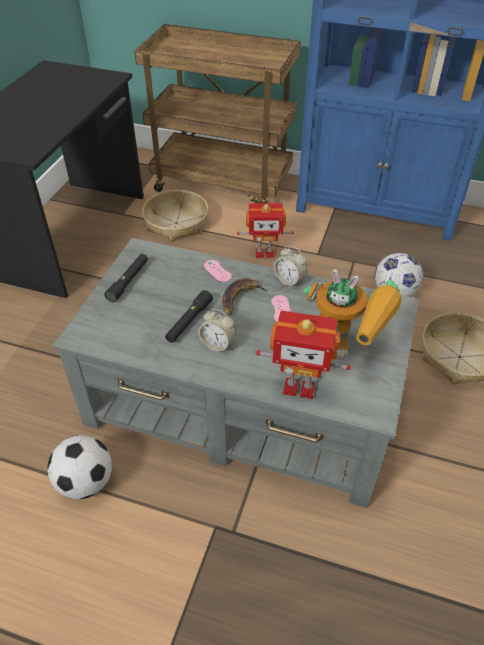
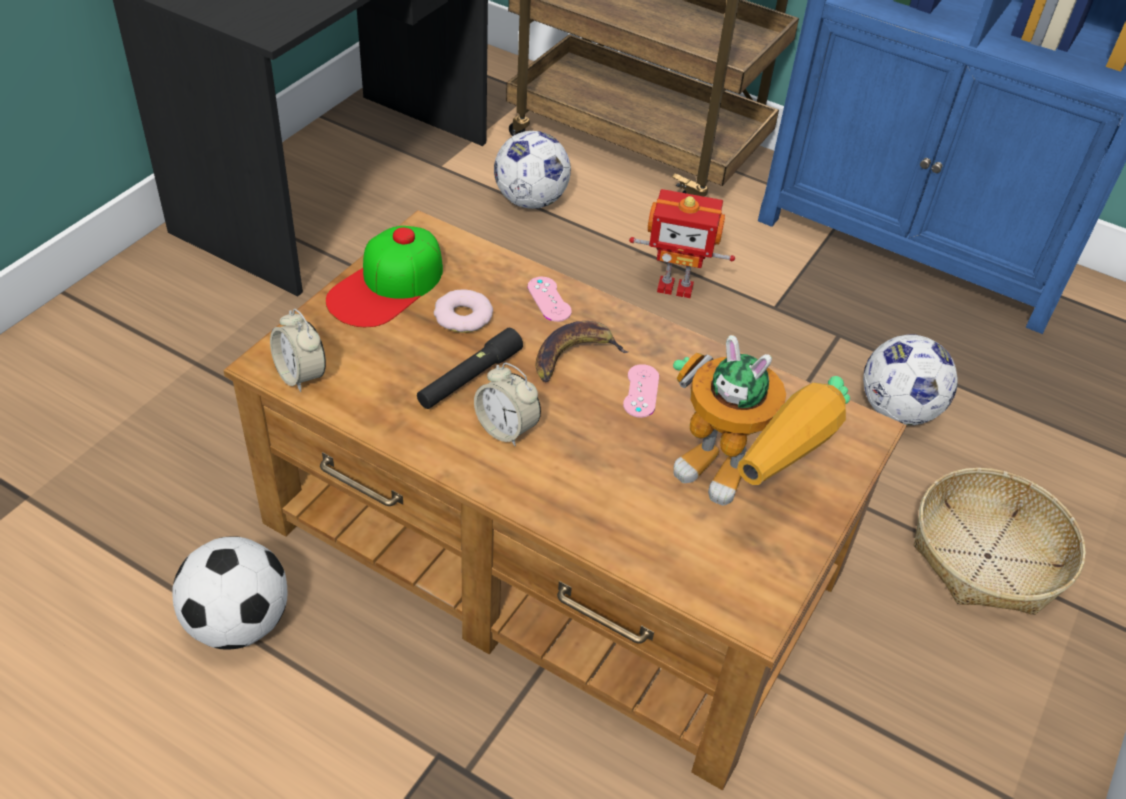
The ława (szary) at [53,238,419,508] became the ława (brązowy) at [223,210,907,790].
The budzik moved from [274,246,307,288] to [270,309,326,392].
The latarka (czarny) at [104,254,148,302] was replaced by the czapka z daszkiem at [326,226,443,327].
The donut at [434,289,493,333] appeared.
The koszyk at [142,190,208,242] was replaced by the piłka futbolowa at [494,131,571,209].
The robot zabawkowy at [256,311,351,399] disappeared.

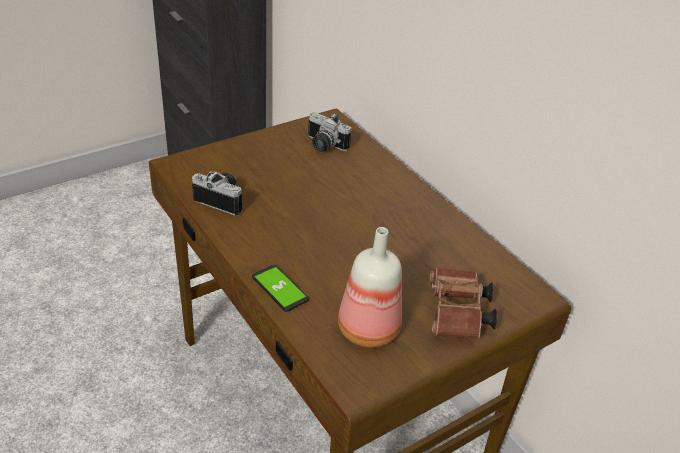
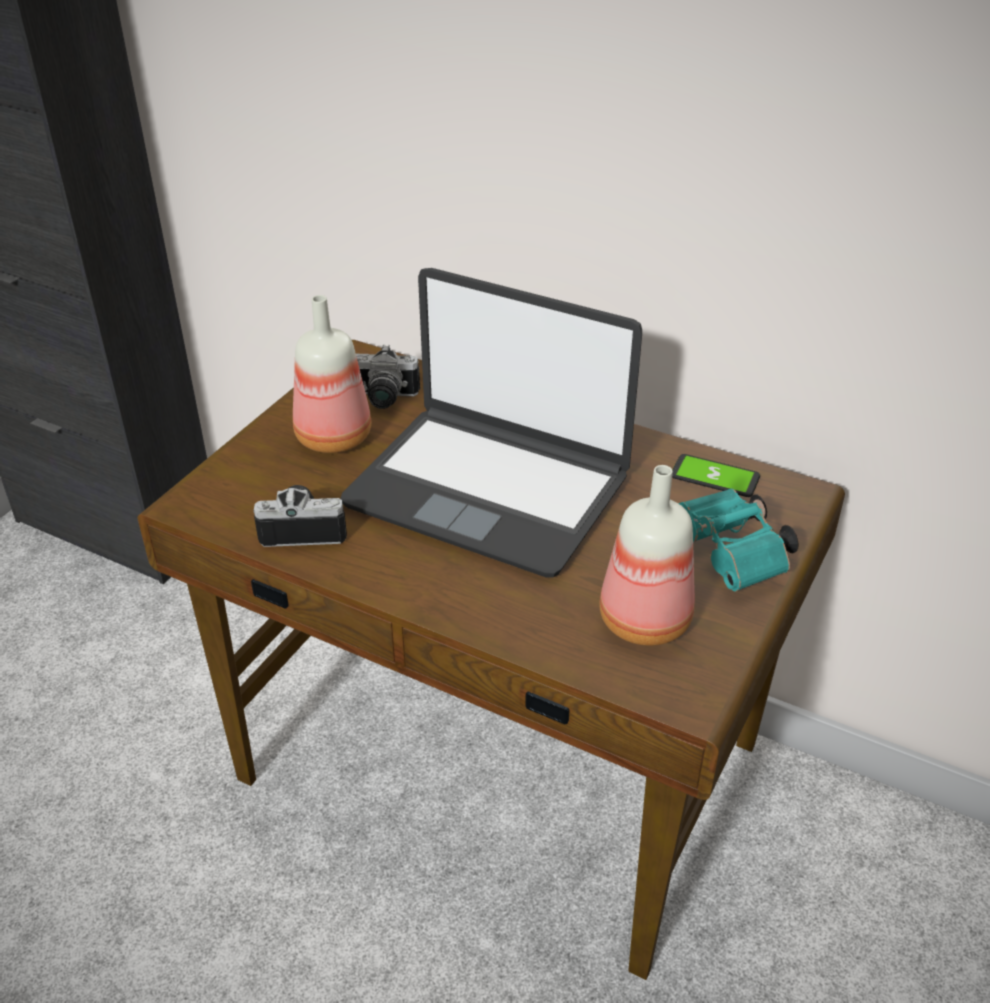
The butelka at [293,295,371,453] appeared.
The laptop at [340,268,642,577] appeared.
The telefon moved from [252,265,309,312] to [672,454,760,497].
The lornetka (brązowy) at [430,267,497,339] became the lornetka (turkusowy) at [678,489,799,592].

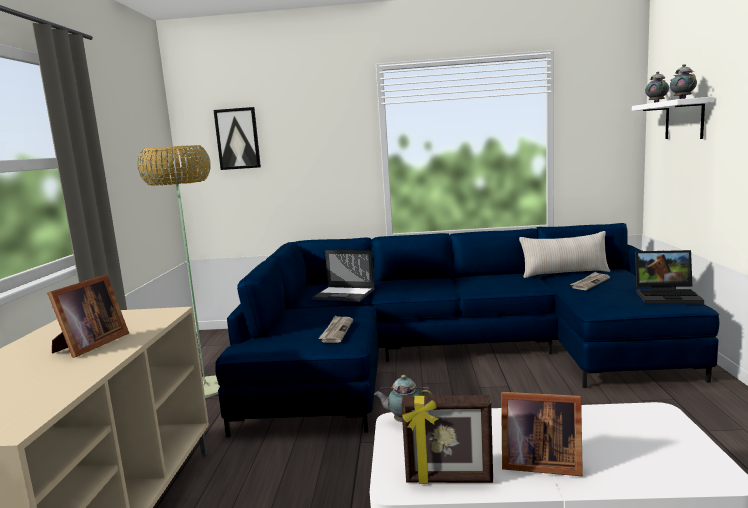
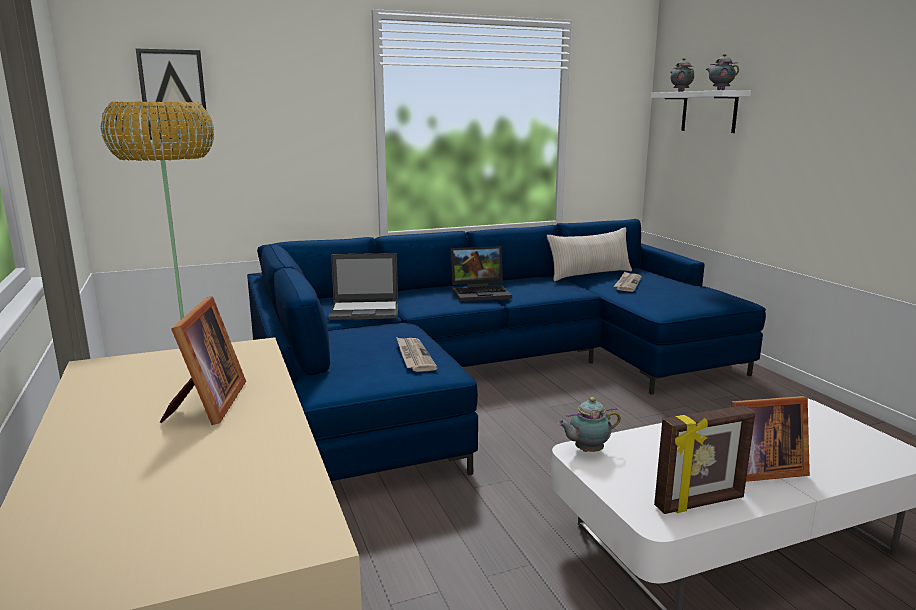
The laptop moved from [635,250,704,304] to [450,246,512,302].

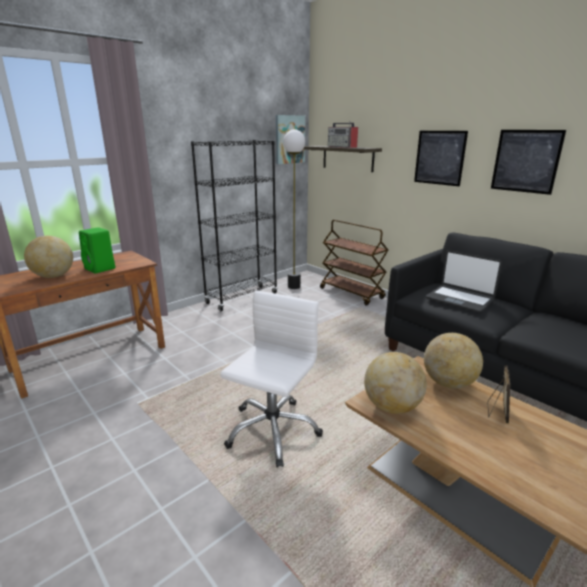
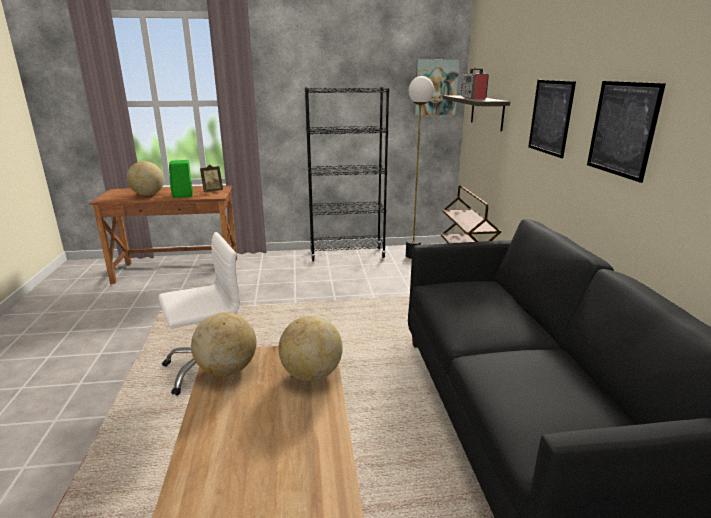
The ramka na zdjęcie moved from [487,365,510,423] to [200,164,223,193].
The laptop at [426,250,502,312] disappeared.

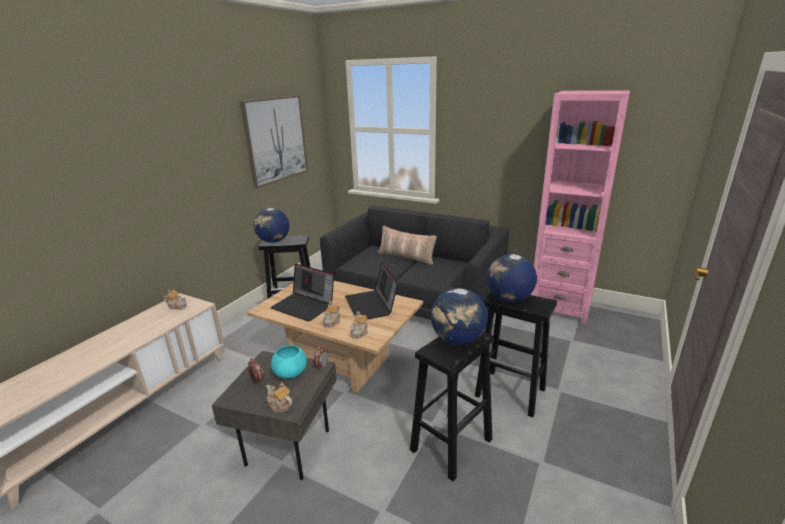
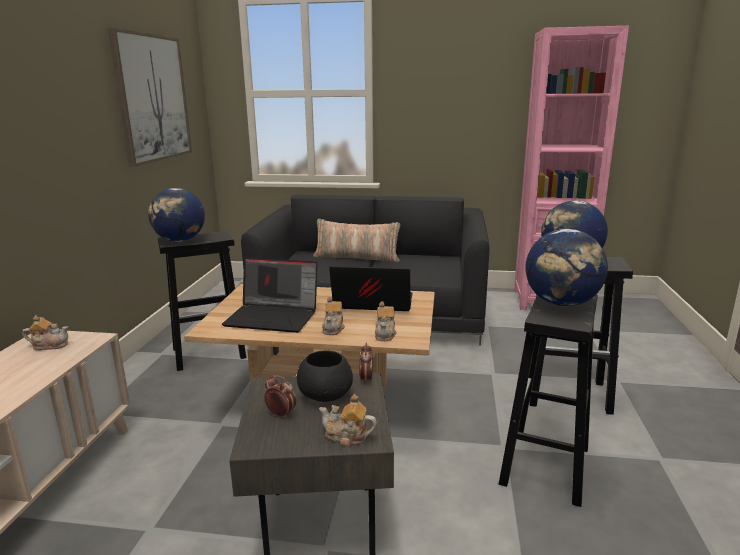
The miska (turkusowy) at [271,345,307,379] became the miska (czarny) at [297,351,353,402].
The laptop at [345,262,398,320] turned 135 degrees clockwise.

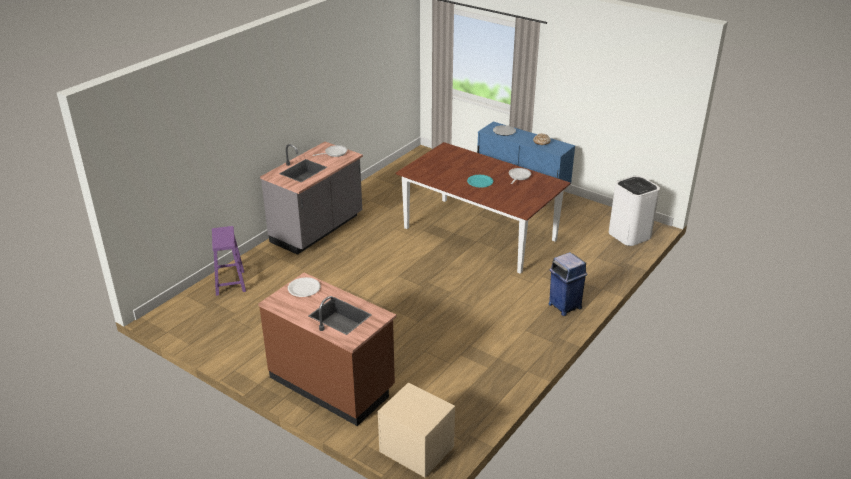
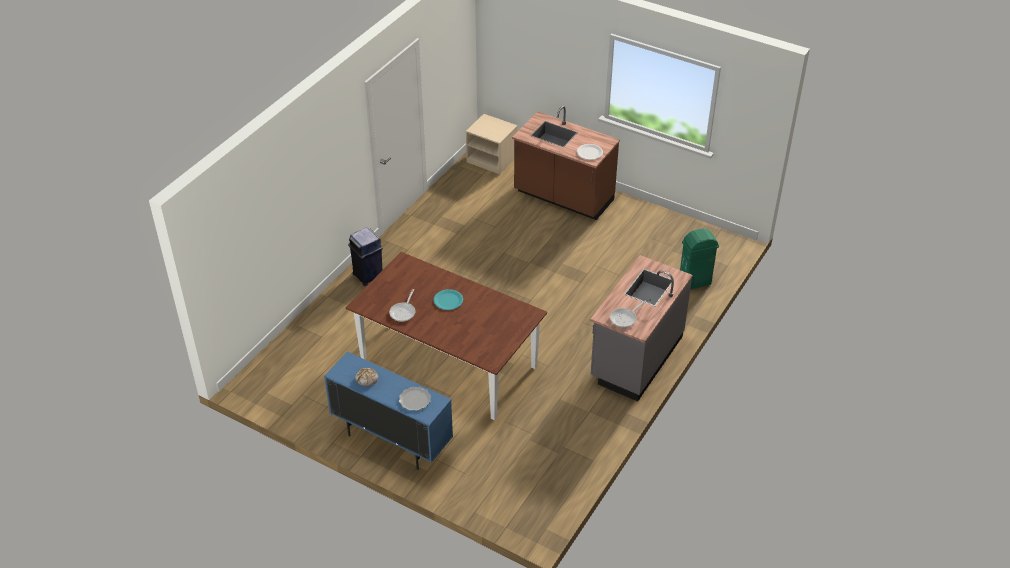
The stołek (fioletowy) at [212,226,246,296] was replaced by the kosz na śmieci (zielony) at [680,228,719,289].
The kosz na śmieci (biały) at [609,176,660,246] disappeared.

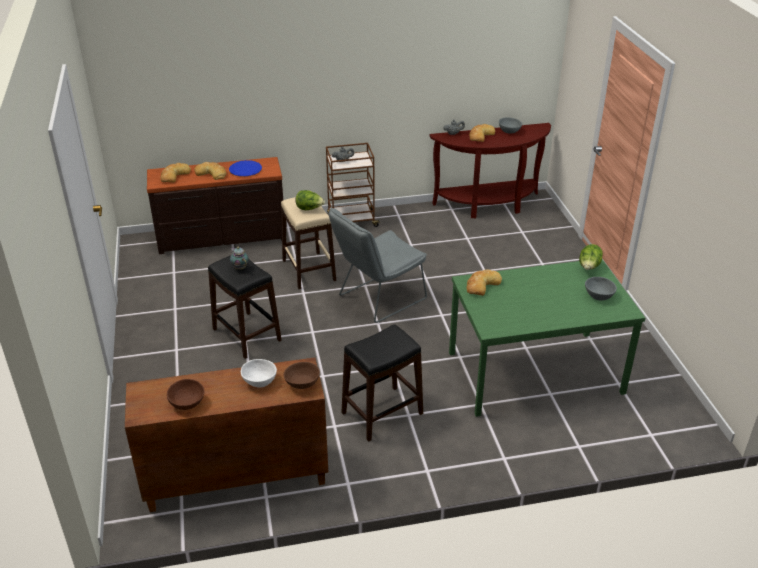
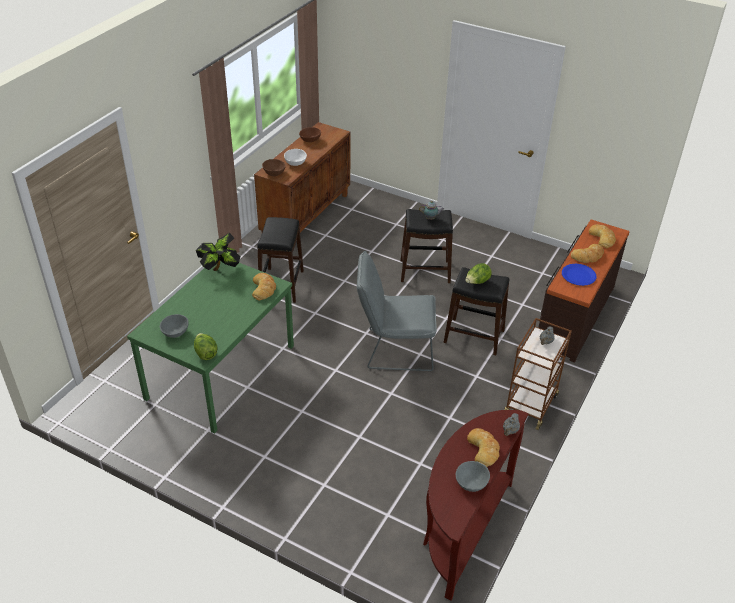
The roślina doniczkowa at [196,233,240,271] appeared.
The krzesło (szary) at [329,207,427,323] turned 90 degrees counterclockwise.
The stołek (beżowy) at [281,197,336,289] became the stołek (czarny) at [444,267,510,356].

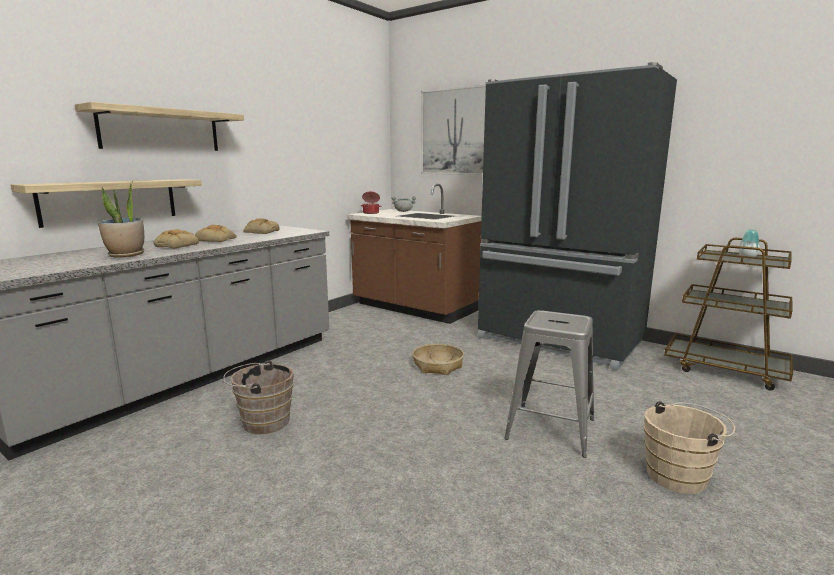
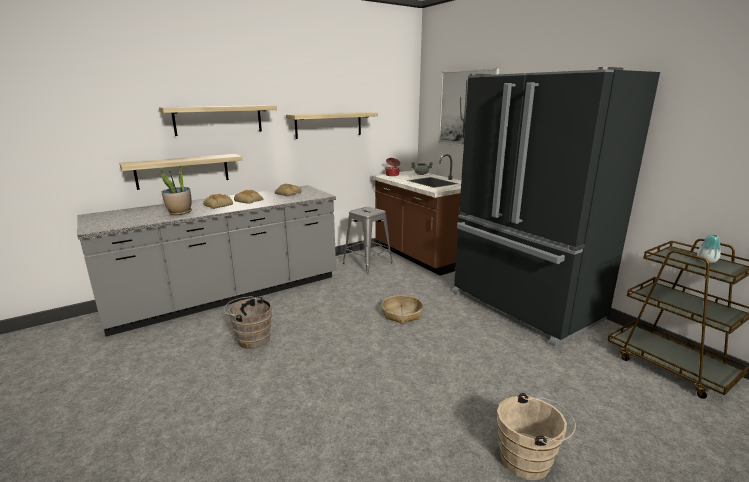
The półka at [286,112,378,139] appeared.
The stołek (szary) moved from [504,310,594,458] to [343,207,393,274].

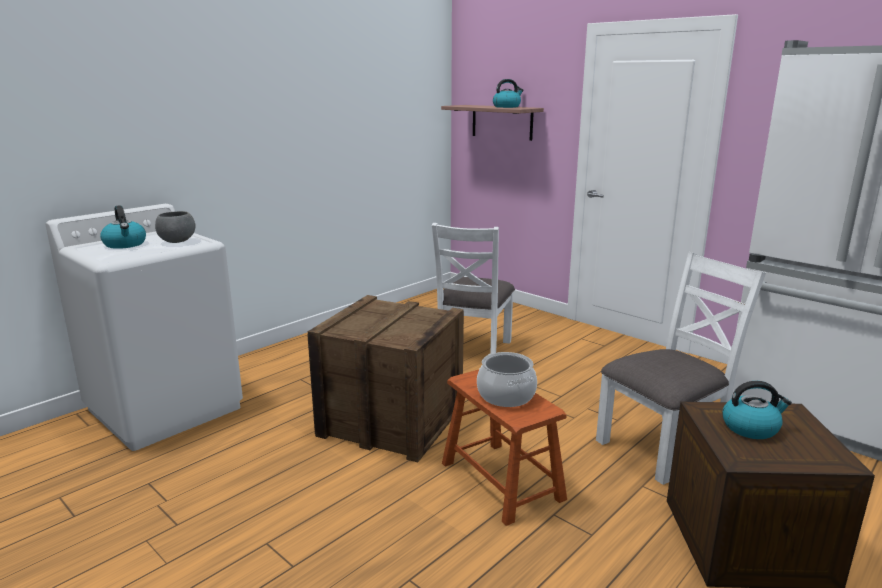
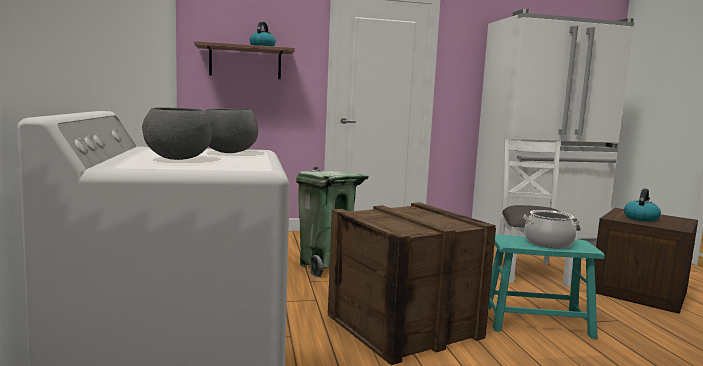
The czajnik at [100,205,146,249] was replaced by the miska (szary) at [142,107,212,160].
The krzesło (biały) at [432,223,515,353] was replaced by the kosz na śmieci (zielony) at [296,166,369,278].
The stołek (brązowy) at [442,370,567,526] became the stołek (turkusowy) at [489,234,605,339].

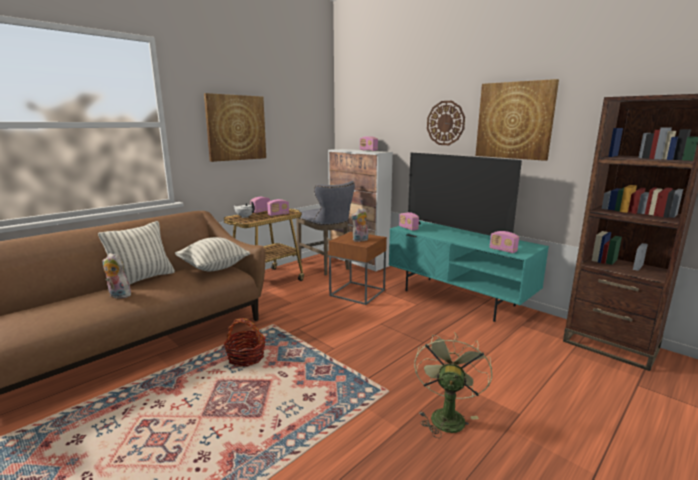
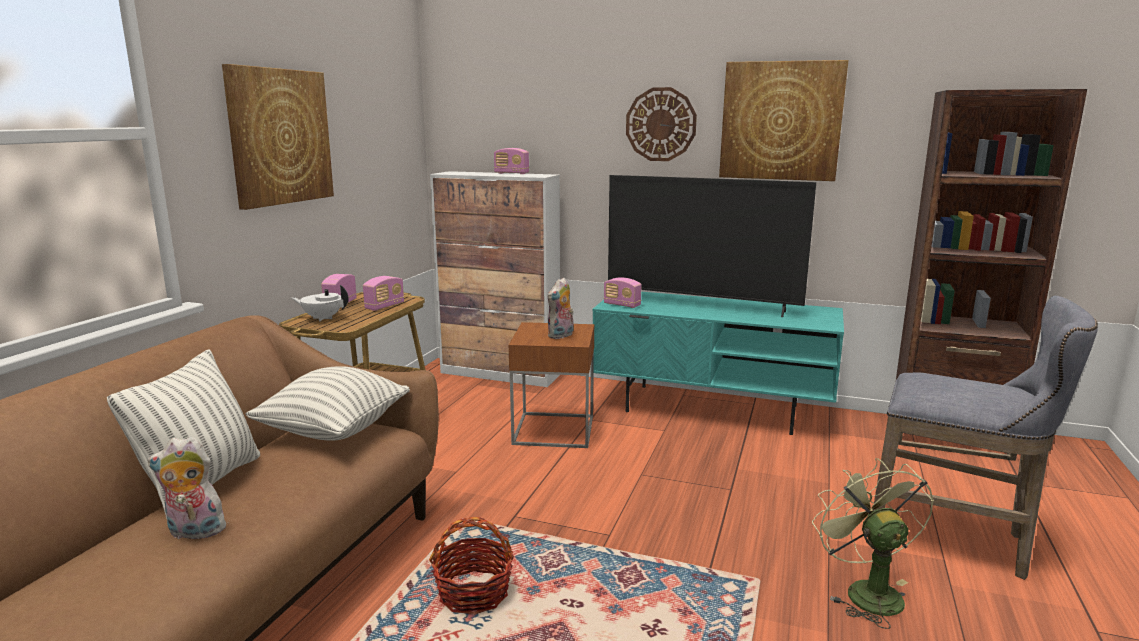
The stołek (szary) moved from [296,181,355,275] to [868,296,1098,580].
The radio at [490,231,519,253] disappeared.

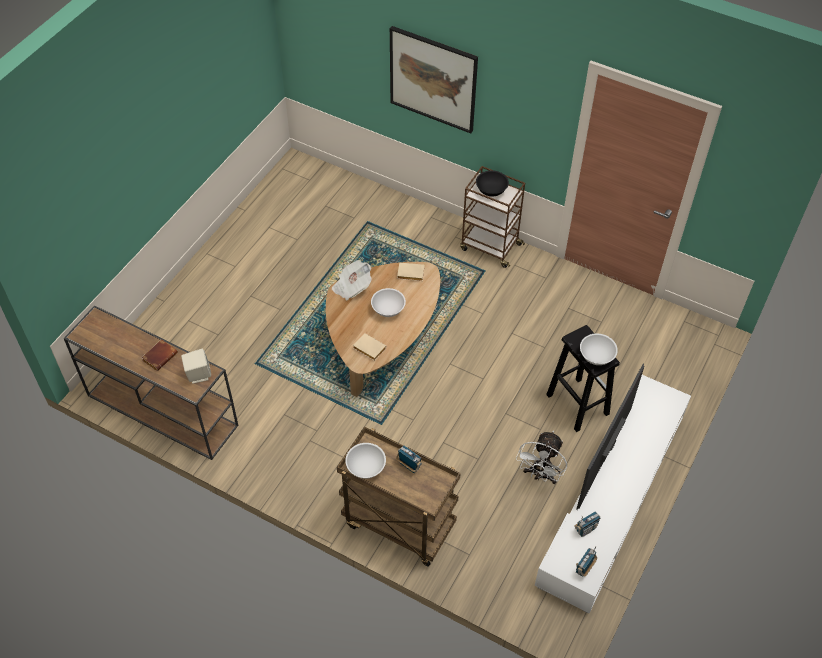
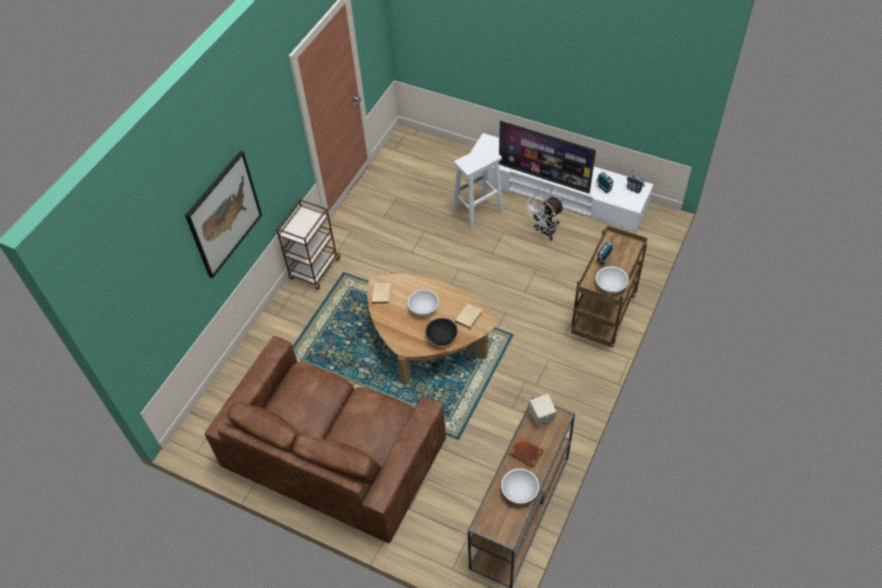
The kanapa (brązowy) at [204,336,446,543] appeared.
The miska (czarny) moved from [476,170,509,197] to [426,318,458,345].
The stołek (czarny) at [546,325,620,432] became the stołek (biały) at [453,144,504,230].
The miska (biały) moved from [580,334,618,365] to [501,468,539,504].
The wentylator (biały) at [516,431,567,484] turned 120 degrees clockwise.
The gazeta at [332,260,372,300] disappeared.

